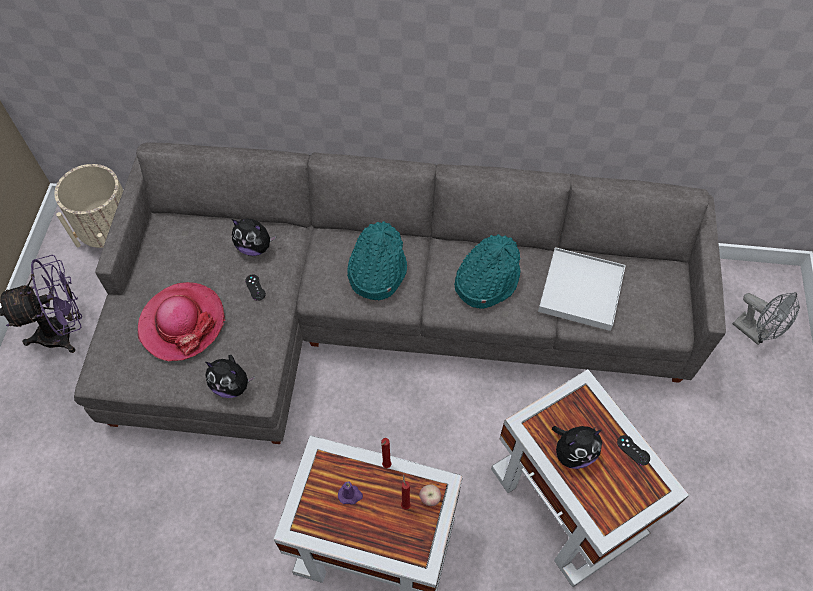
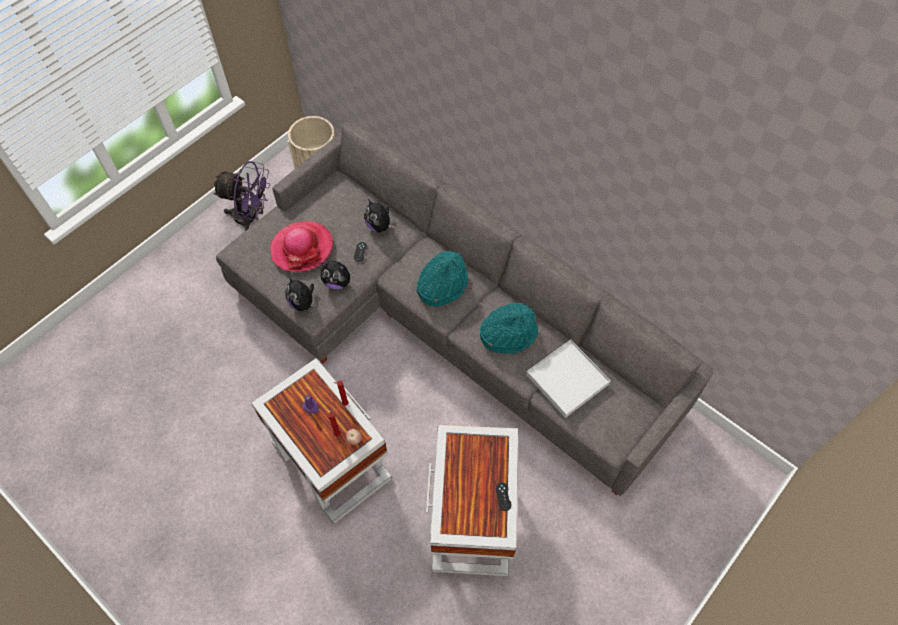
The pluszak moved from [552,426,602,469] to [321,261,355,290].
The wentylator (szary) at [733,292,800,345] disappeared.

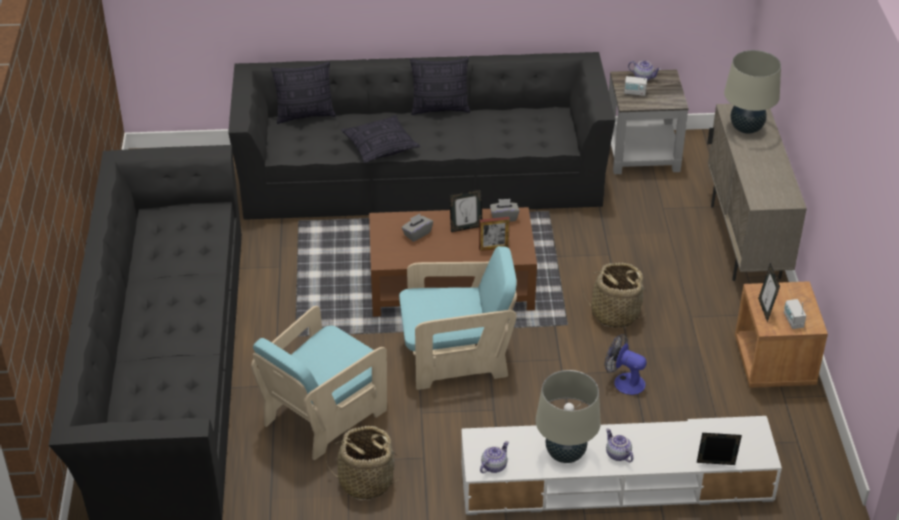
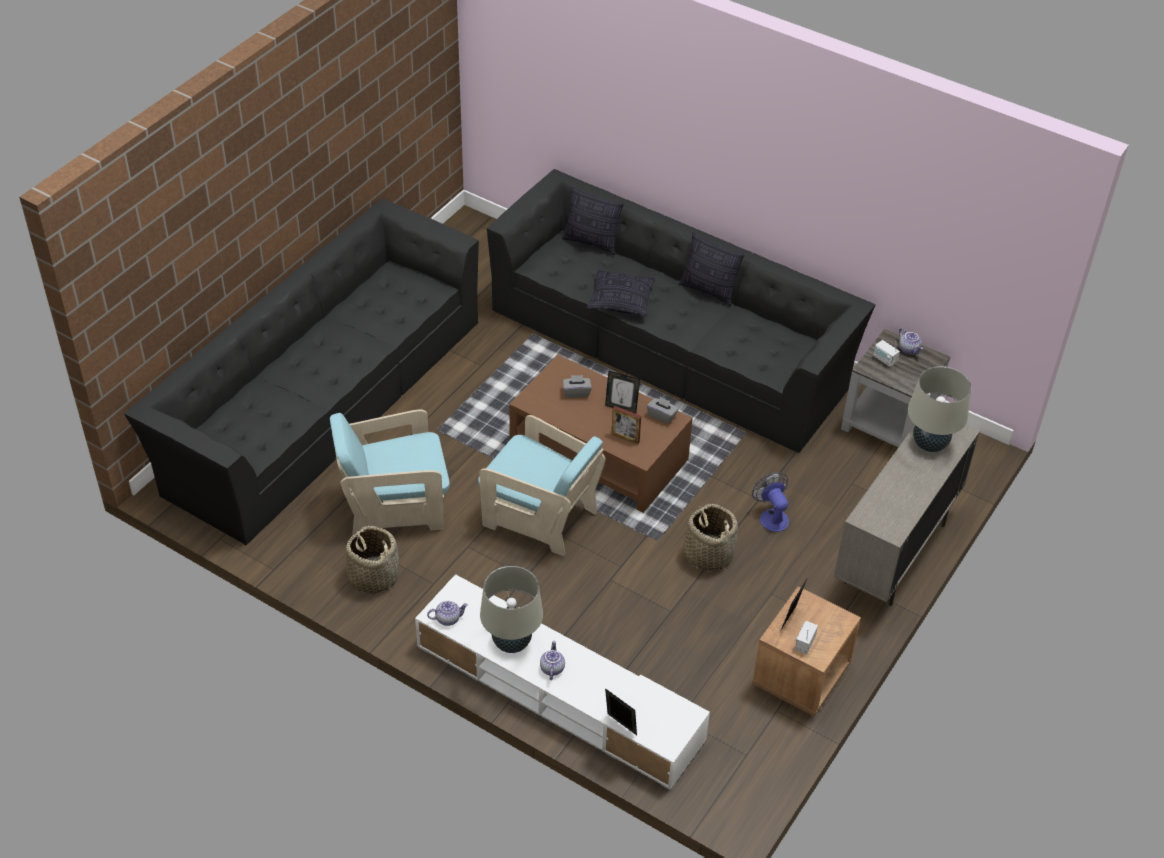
The wentylator moved from [605,334,647,395] to [752,472,789,532].

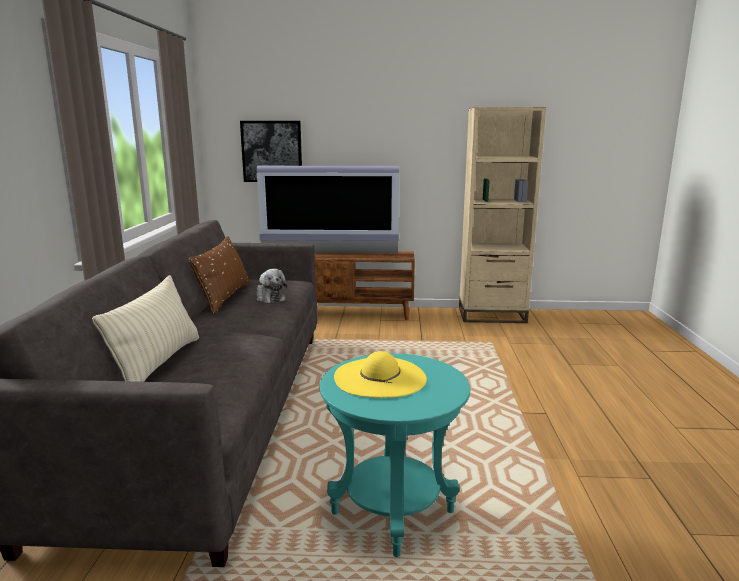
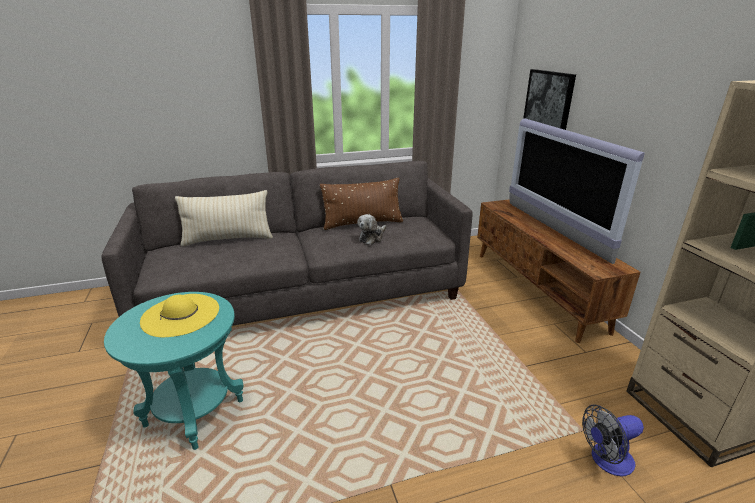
The wentylator at [582,405,644,476] appeared.

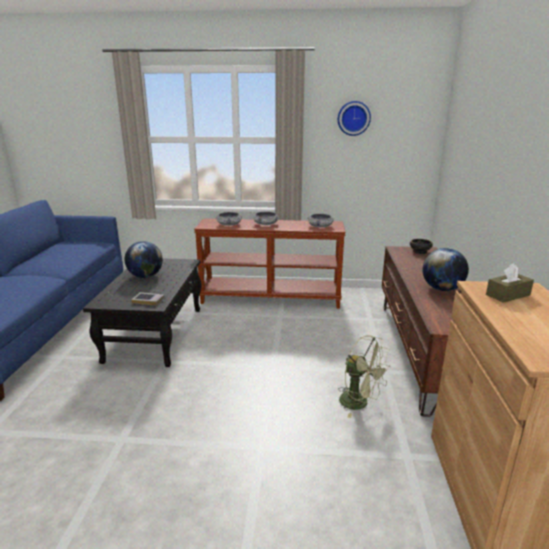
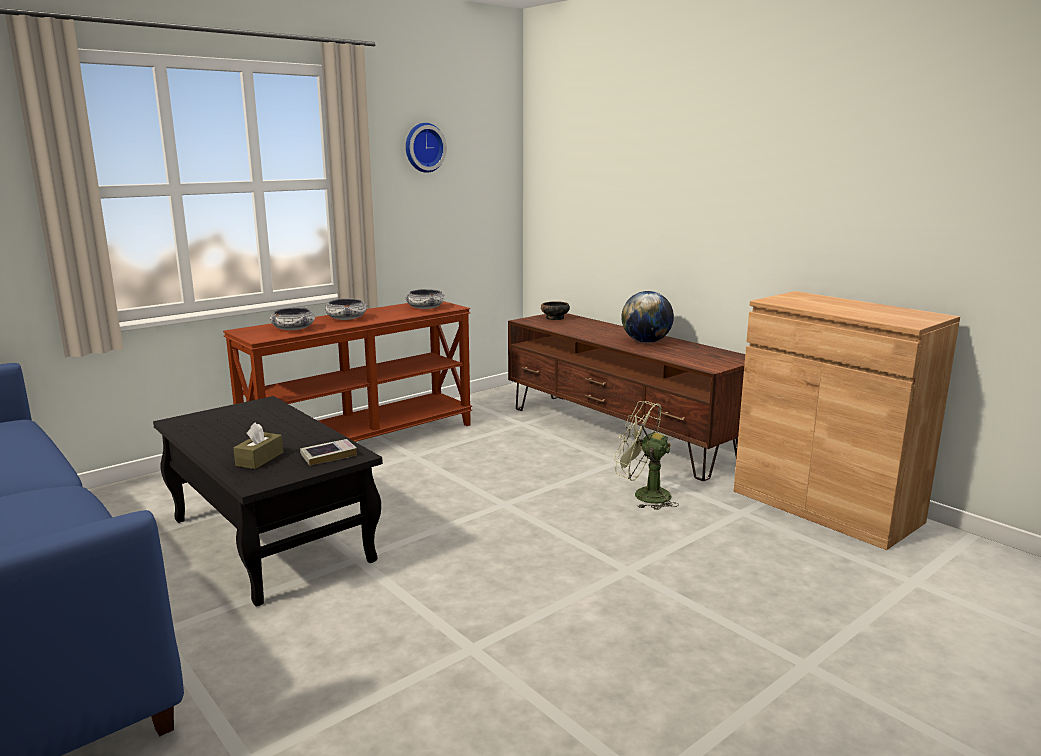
The pudełko chusteczek (brązowy) moved from [486,263,534,303] to [233,422,283,469].
The wentylator (zielony) at [338,335,390,418] turned 150 degrees counterclockwise.
The globus at [124,241,163,278] disappeared.

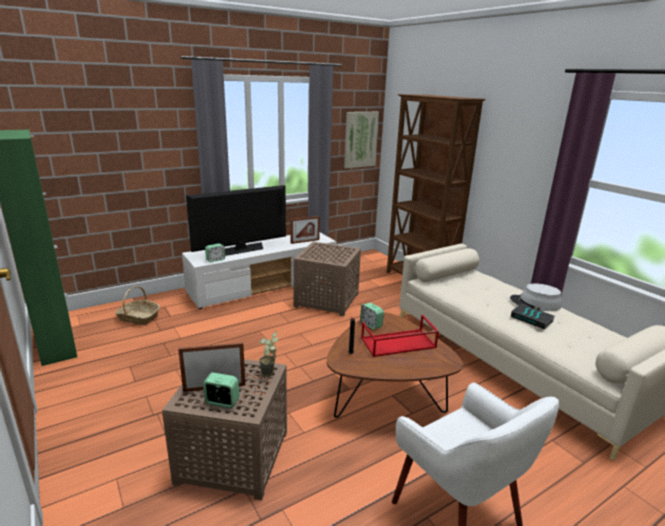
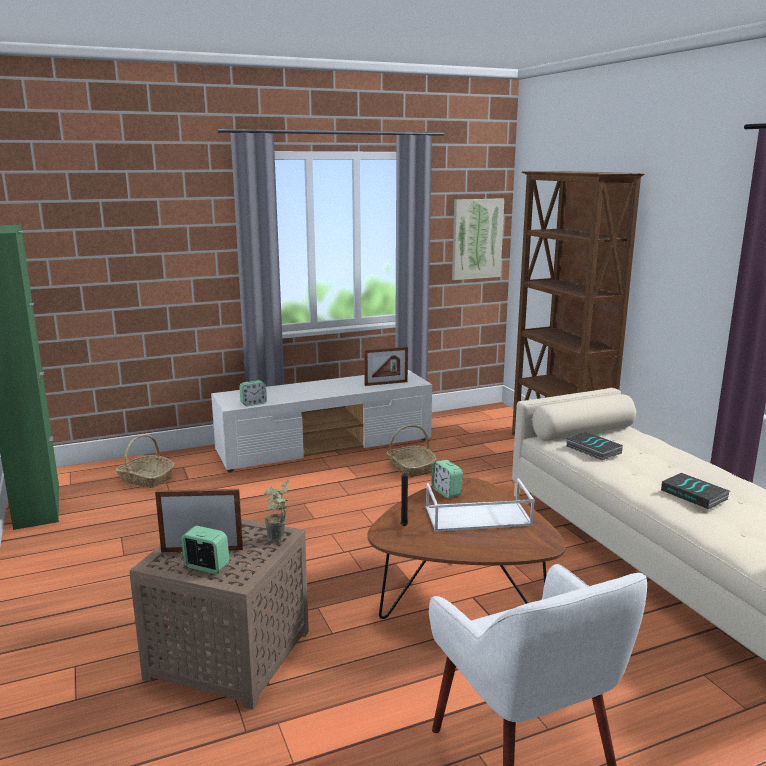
The stolik (brązowy) at [294,242,361,317] was replaced by the koszyk at [386,425,437,477].
The taca (czerwony) at [361,315,439,357] became the taca (biały) at [426,479,535,532].
The książka at [566,432,623,460] appeared.
The telewizor at [186,185,286,256] disappeared.
The kapelusz (szary) at [510,283,561,311] disappeared.

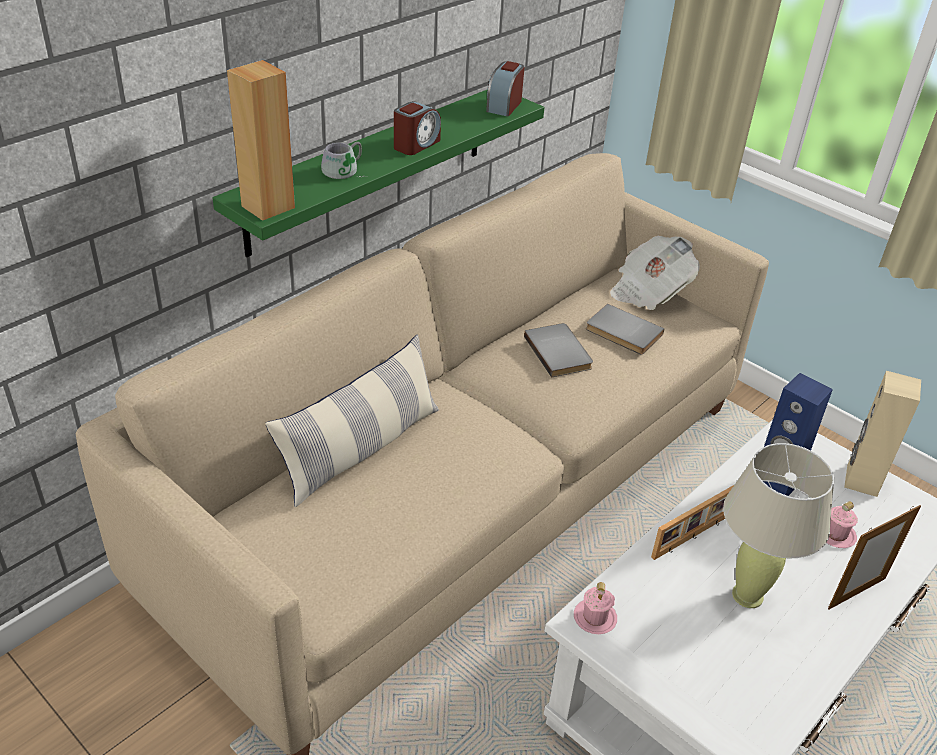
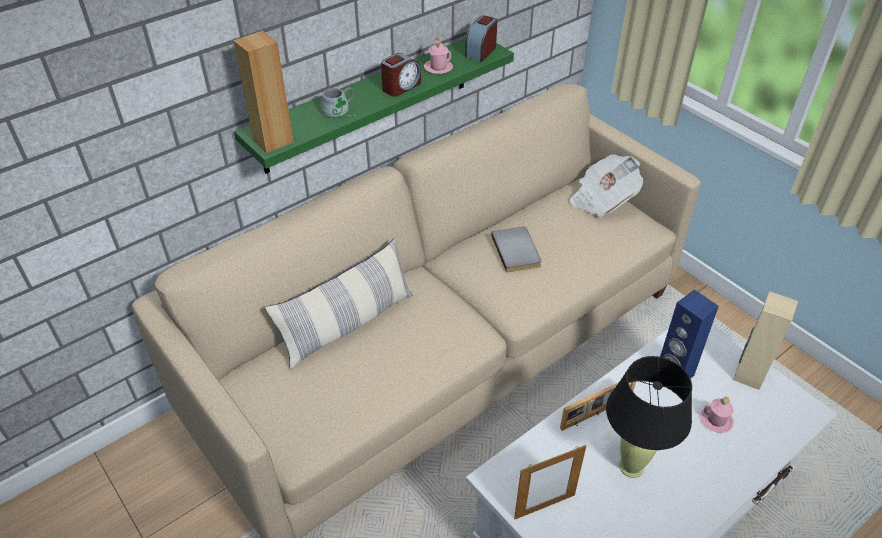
The kubek (różowy) moved from [574,582,617,634] to [424,36,453,74].
The ramka na zdjęcie moved from [828,505,921,610] to [514,445,586,519].
The lampa stołowa (beżowy) at [723,443,834,608] became the lampa stołowa (czarny) at [606,356,692,478].
The książka (szary) at [586,304,664,355] disappeared.

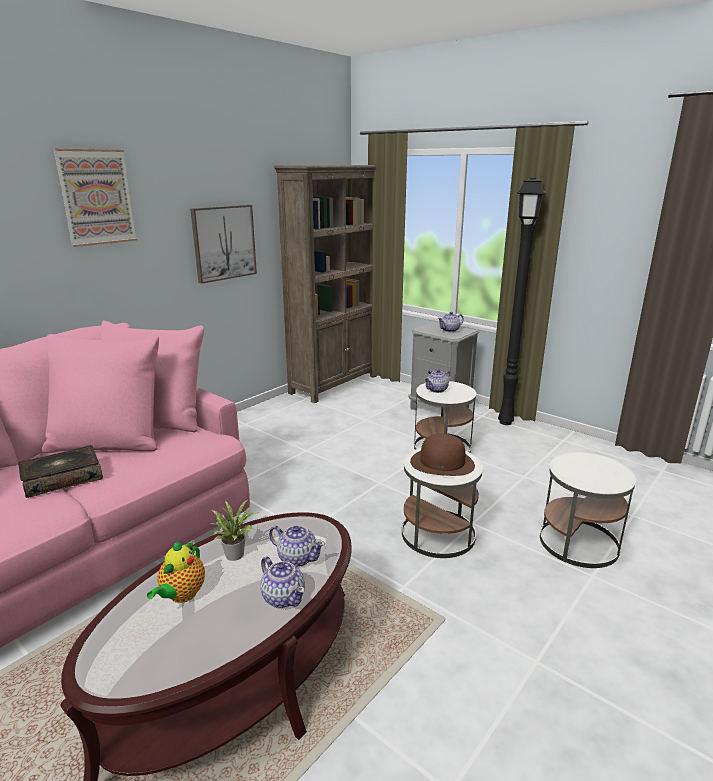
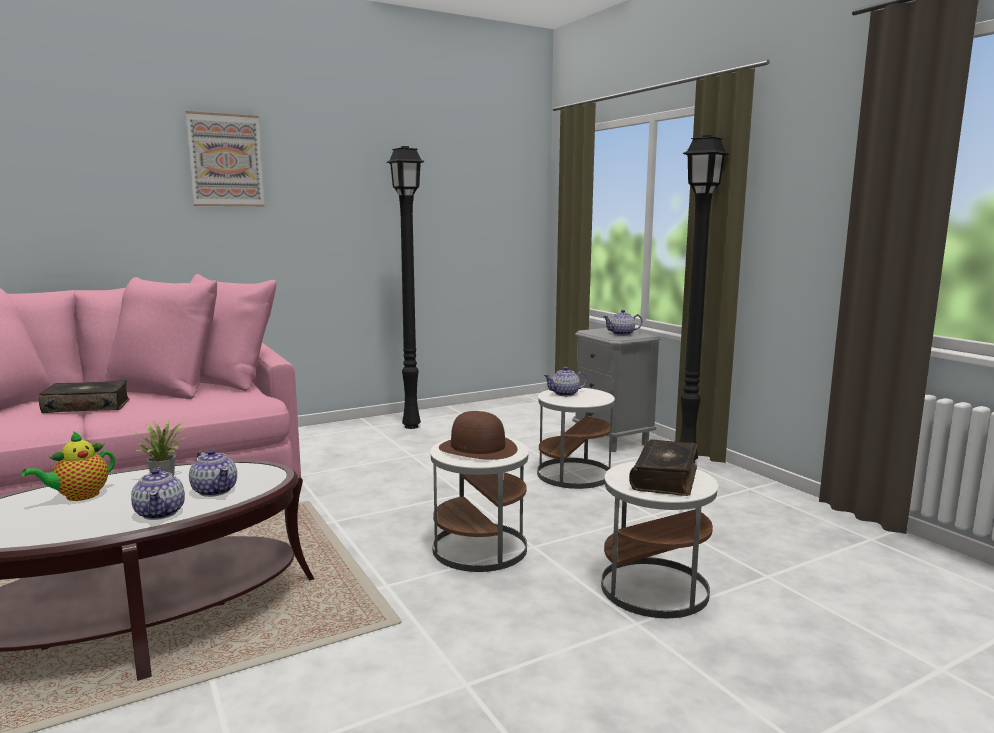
The lampa stojąca (czarny) at [387,146,425,429] appeared.
The książka at [629,439,698,496] appeared.
The obraz at [191,205,257,284] disappeared.
The regał (brązowy) at [274,165,377,403] disappeared.

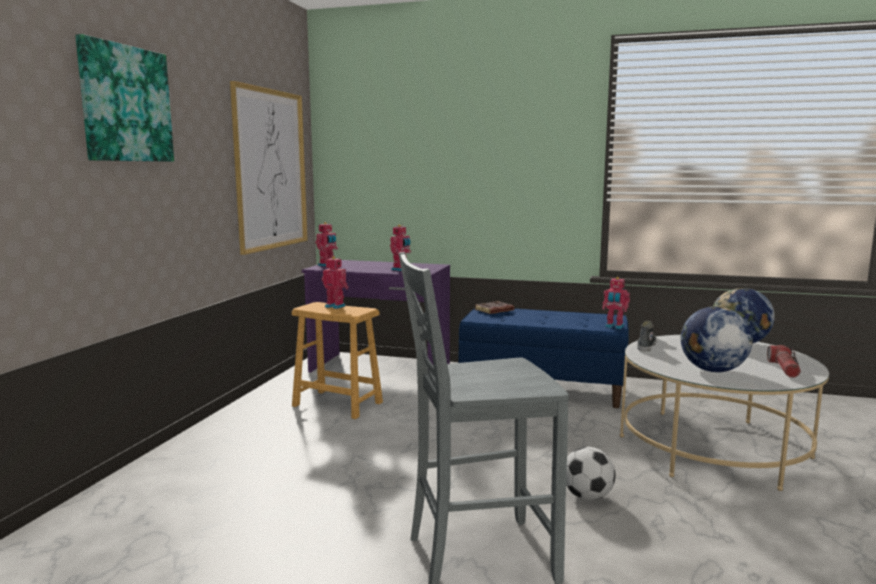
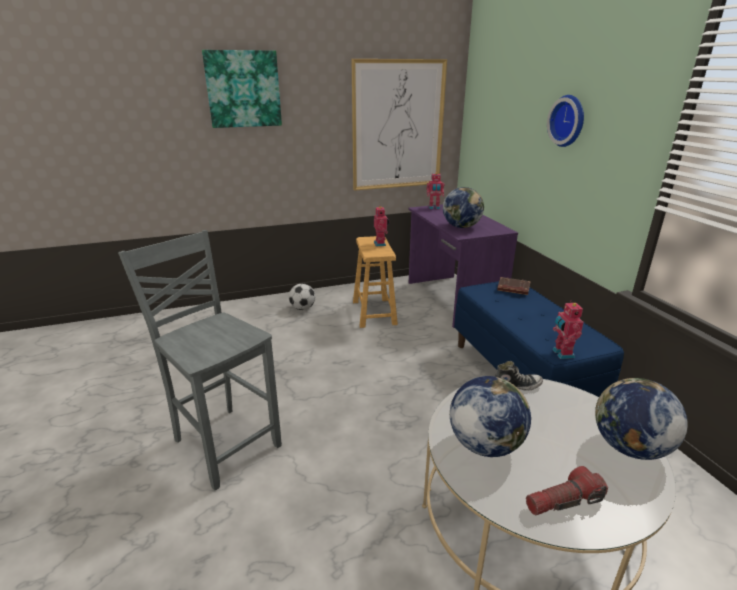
The piłka futbolowa moved from [566,447,615,500] to [289,284,315,310].
The robot zabawkowy at [390,224,411,271] was replaced by the globus at [443,187,484,228].
The zegar ścienny at [547,95,584,147] appeared.

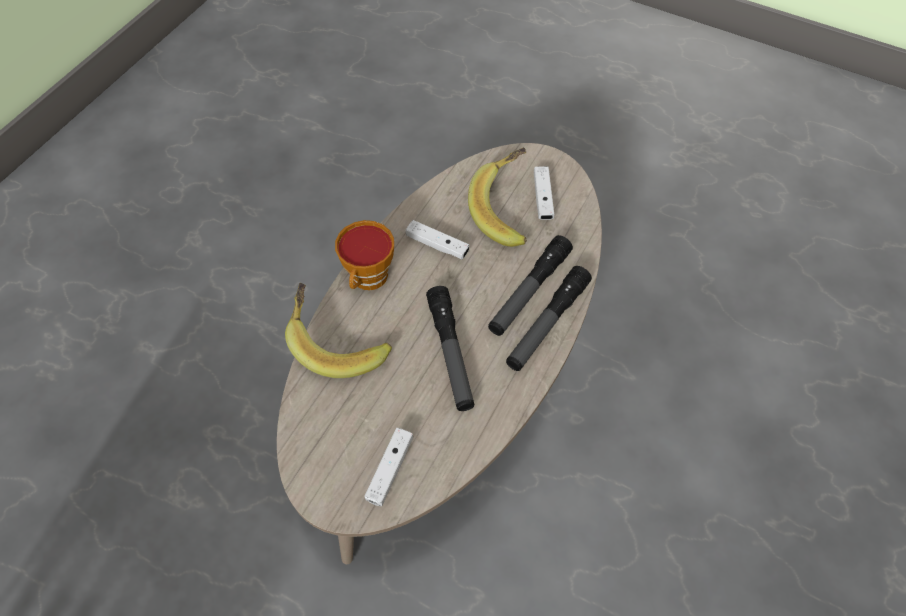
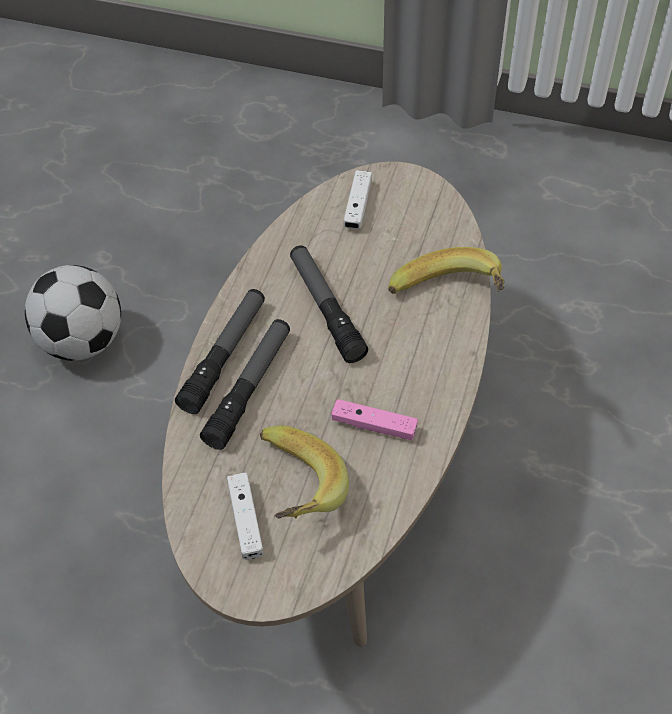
The piłka futbolowa at [25,265,121,361] appeared.
The pad do gier (biały) at [406,220,469,260] became the pad do gier (różowy) at [332,399,418,441].
The filiżanka at [335,220,394,290] disappeared.

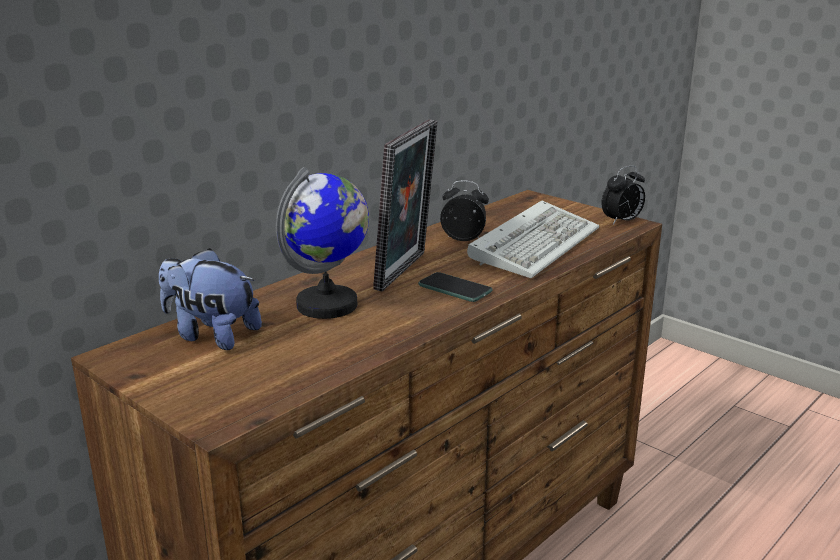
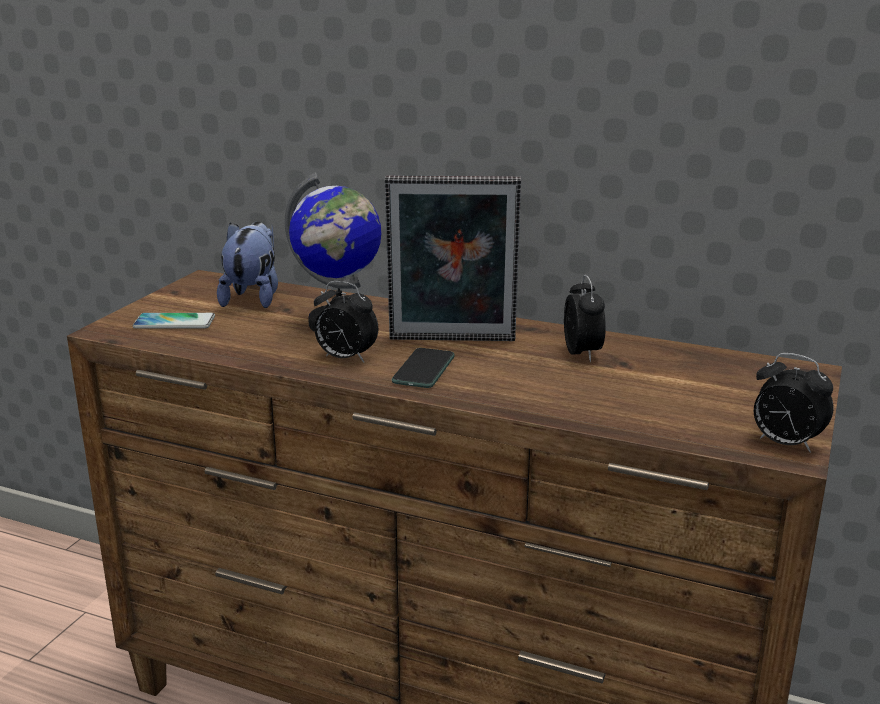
The telefon at [133,313,215,329] appeared.
The budzik at [314,281,378,362] appeared.
The klawiatura at [467,201,599,278] disappeared.

